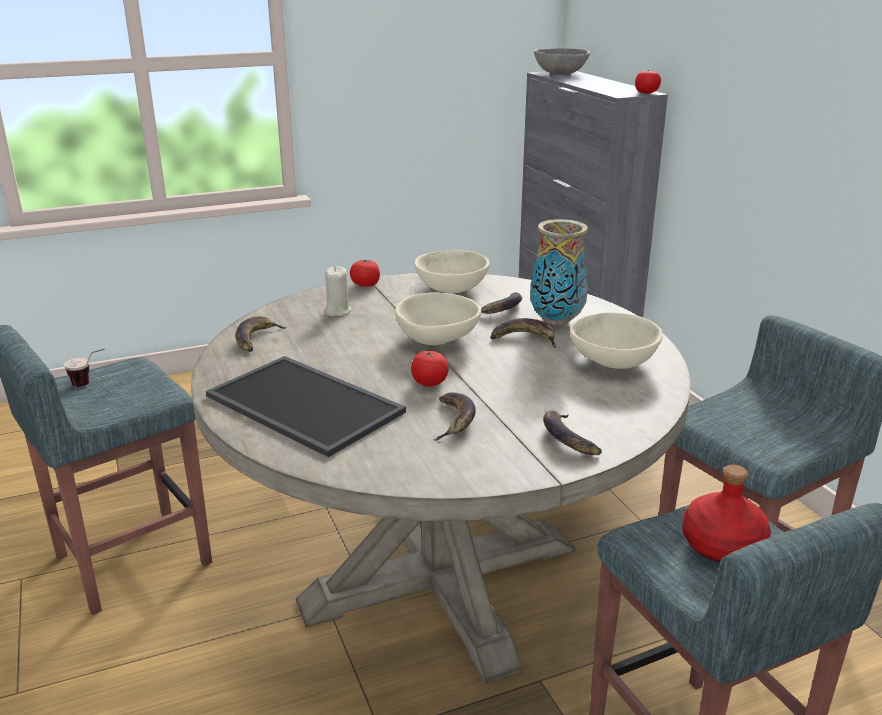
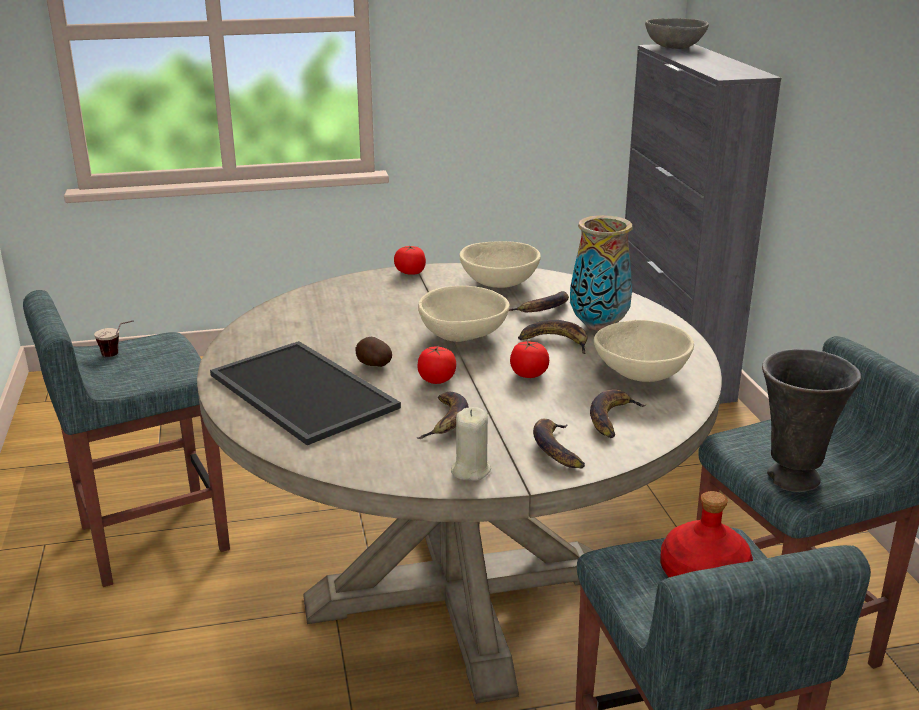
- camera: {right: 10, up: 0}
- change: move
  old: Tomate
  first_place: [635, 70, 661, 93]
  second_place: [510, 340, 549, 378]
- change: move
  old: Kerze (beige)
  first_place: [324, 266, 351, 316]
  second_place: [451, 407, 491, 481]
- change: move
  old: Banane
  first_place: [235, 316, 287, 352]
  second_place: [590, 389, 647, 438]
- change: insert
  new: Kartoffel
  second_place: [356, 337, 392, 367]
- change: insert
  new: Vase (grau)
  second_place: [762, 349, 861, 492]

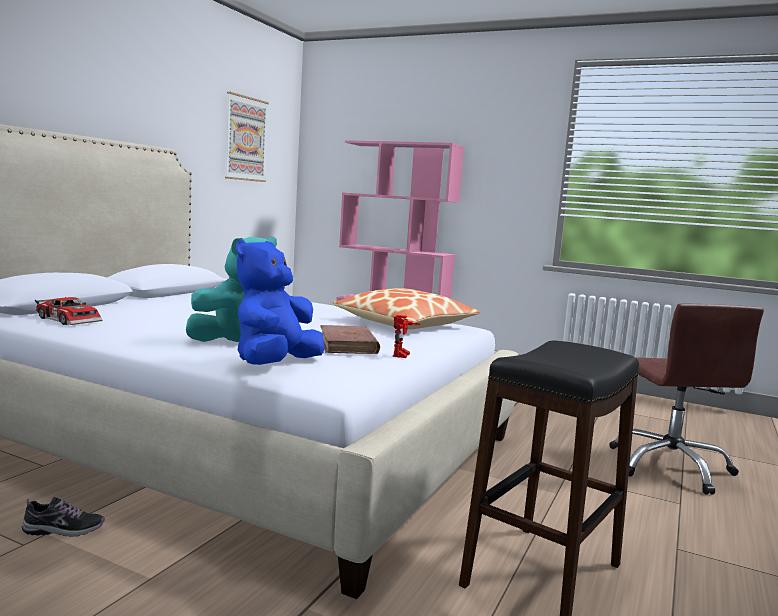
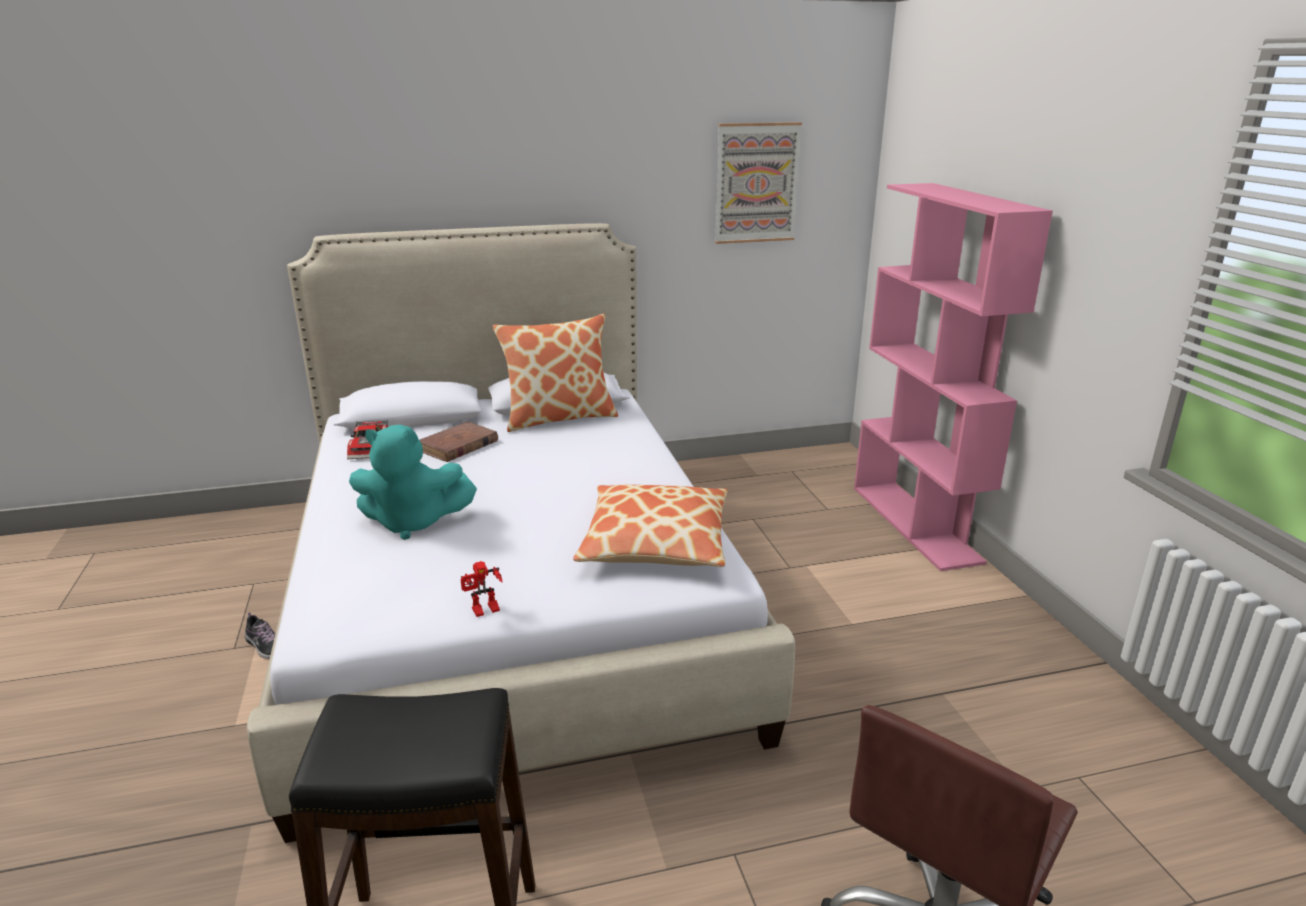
- camera: {right: 50, up: 15}
- change: delete
  old: Plüschtier (blau)
  first_place: [236, 239, 324, 365]
- change: move
  old: Buch (braun)
  first_place: [320, 325, 380, 354]
  second_place: [420, 421, 498, 462]
- change: insert
  new: Kissen
  second_place: [493, 314, 618, 432]

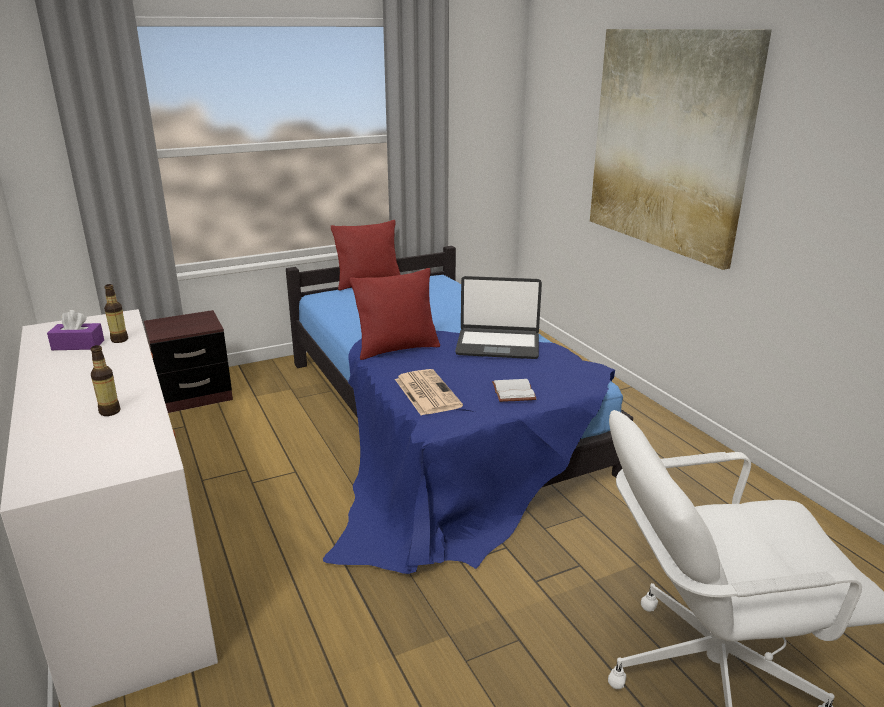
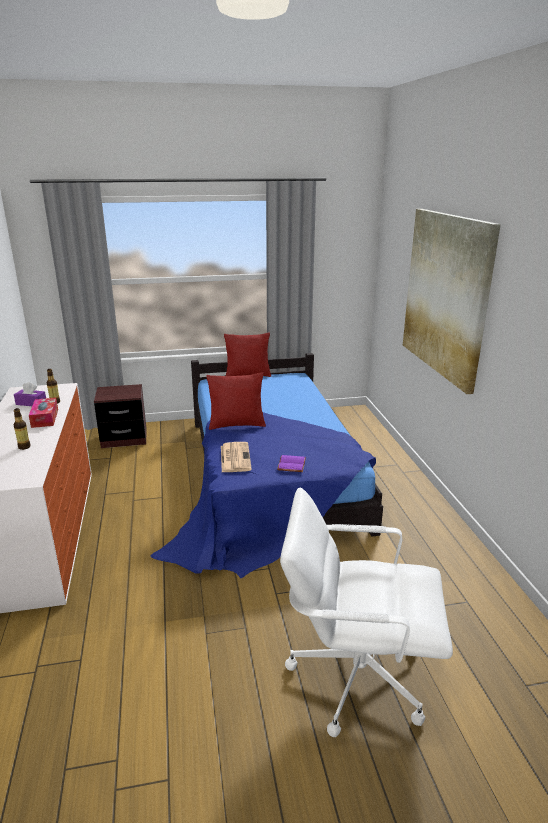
- camera: {right: 15, up: 0}
- change: delete
  old: Laptop
  first_place: [455, 276, 542, 359]
- change: recolor
  old: Buch (weiß)
  new: Buch (lila)
  first_place: [492, 379, 536, 402]
  second_place: [277, 455, 306, 472]
- change: insert
  new: Taschentuchbox
  second_place: [29, 398, 58, 428]

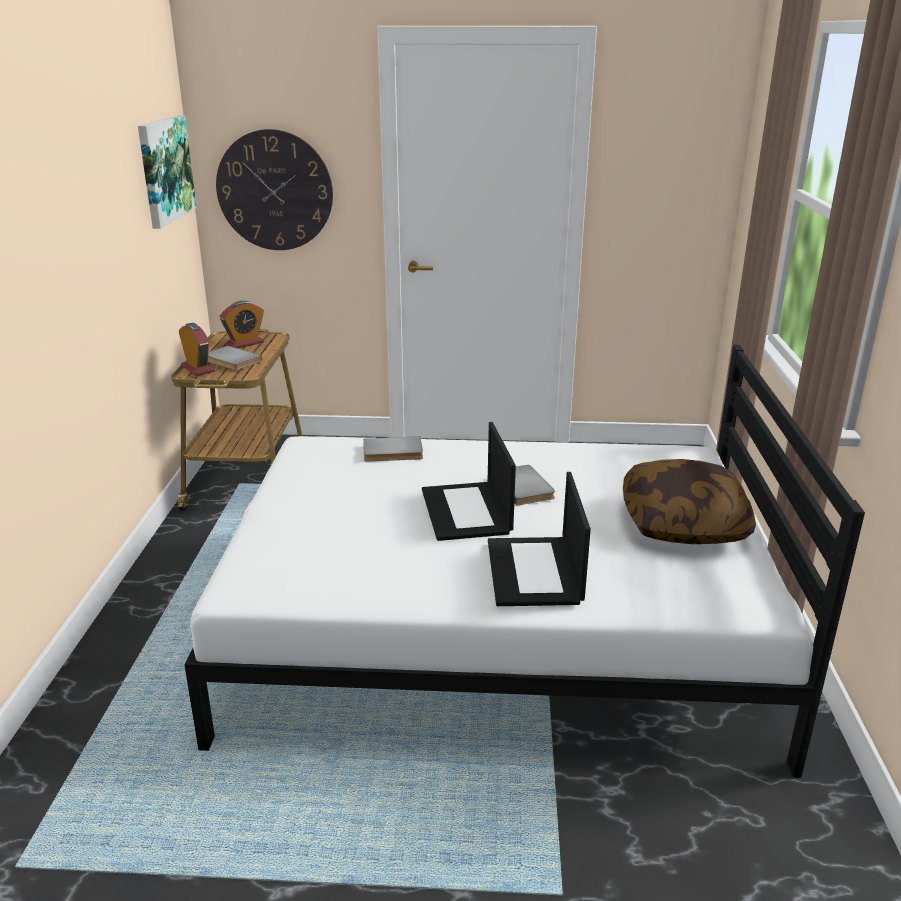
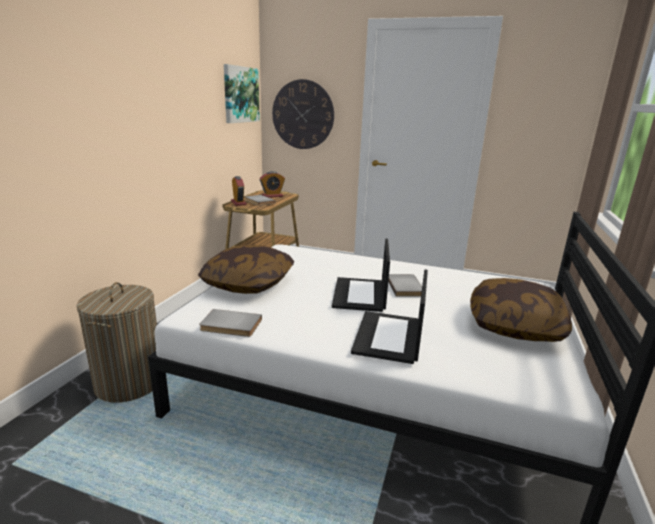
- camera: {right: 15, up: -5}
- change: move
  old: Buch (grau)
  first_place: [363, 436, 423, 461]
  second_place: [199, 309, 262, 337]
- change: insert
  new: Kissen
  second_place: [198, 245, 294, 294]
- change: insert
  new: Wäschekorb
  second_place: [76, 282, 157, 402]

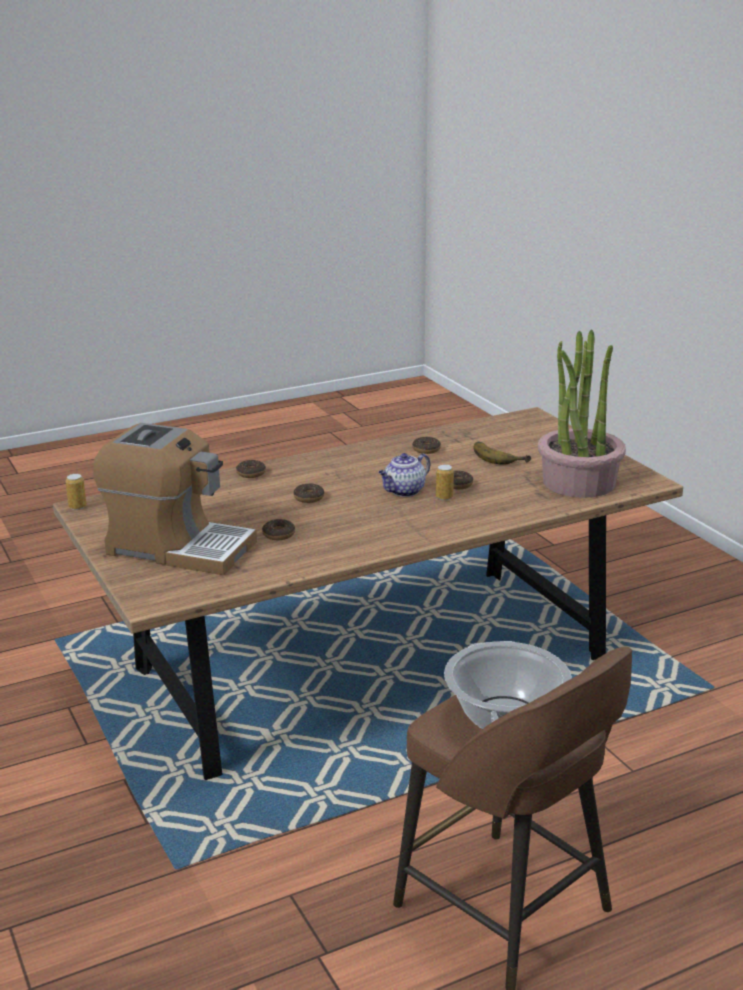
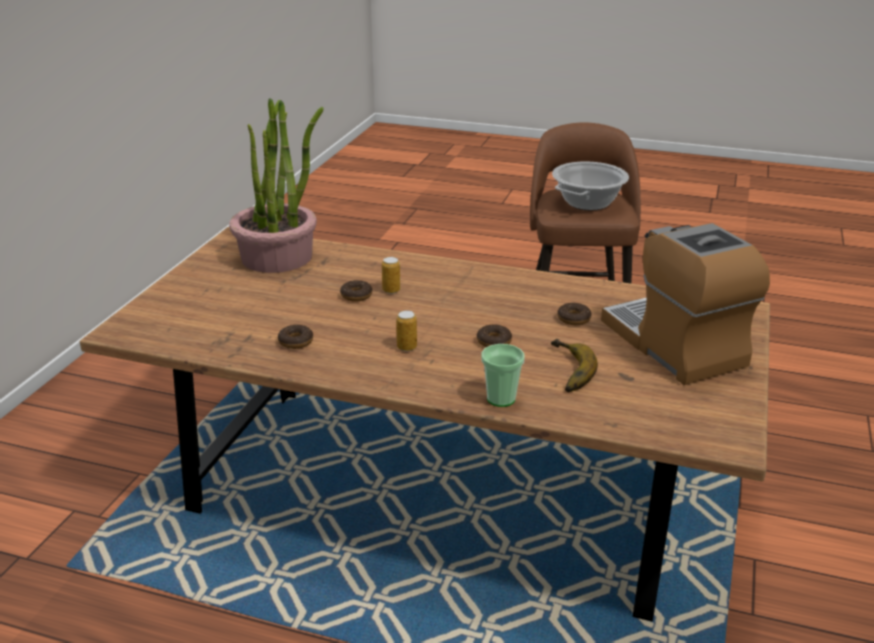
- camera: {right: -135, up: 5}
- change: move
  old: Banane
  first_place: [474, 442, 531, 465]
  second_place: [551, 339, 598, 392]
- change: delete
  old: Teekanne
  first_place: [378, 453, 430, 497]
- change: replace
  old: Donut
  new: Tasse
  first_place: [236, 460, 266, 478]
  second_place: [482, 344, 525, 407]
- change: move
  old: Dose
  first_place: [65, 474, 87, 510]
  second_place: [396, 310, 417, 351]

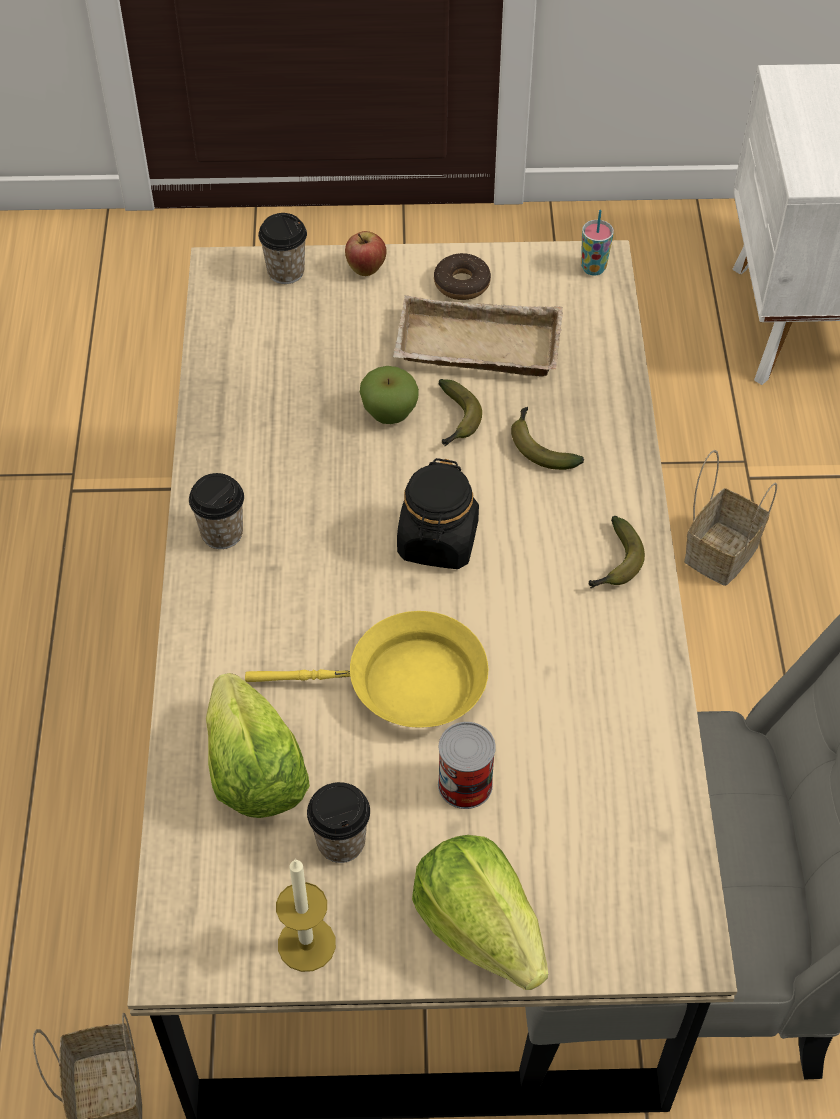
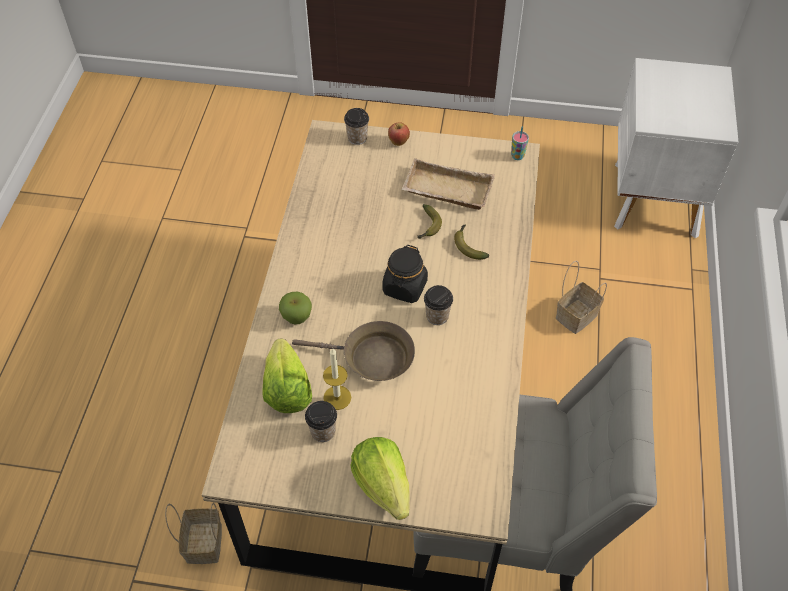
- camera: {right: 10, up: 0}
- change: delete
  old: Donut
  first_place: [434, 253, 491, 300]
- change: move
  old: Apfel
  first_place: [360, 366, 419, 424]
  second_place: [279, 292, 312, 324]
- change: move
  old: Tasse
  first_place: [189, 473, 244, 549]
  second_place: [424, 285, 453, 325]
- change: delete
  old: Banane
  first_place: [588, 516, 645, 588]
- change: recolor
  old: Pfanne (gelb)
  new: Pfanne (braun)
  first_place: [245, 611, 488, 728]
  second_place: [292, 321, 415, 381]
- change: delete
  old: Dose
  first_place: [438, 722, 496, 809]
- change: move
  old: Kerze
  first_place: [276, 859, 336, 972]
  second_place: [323, 348, 351, 410]

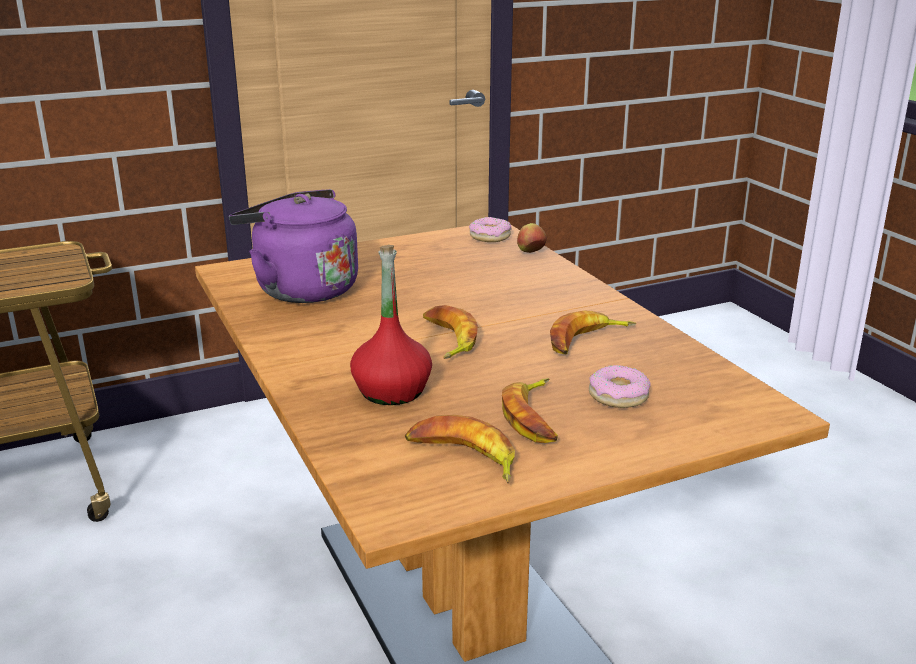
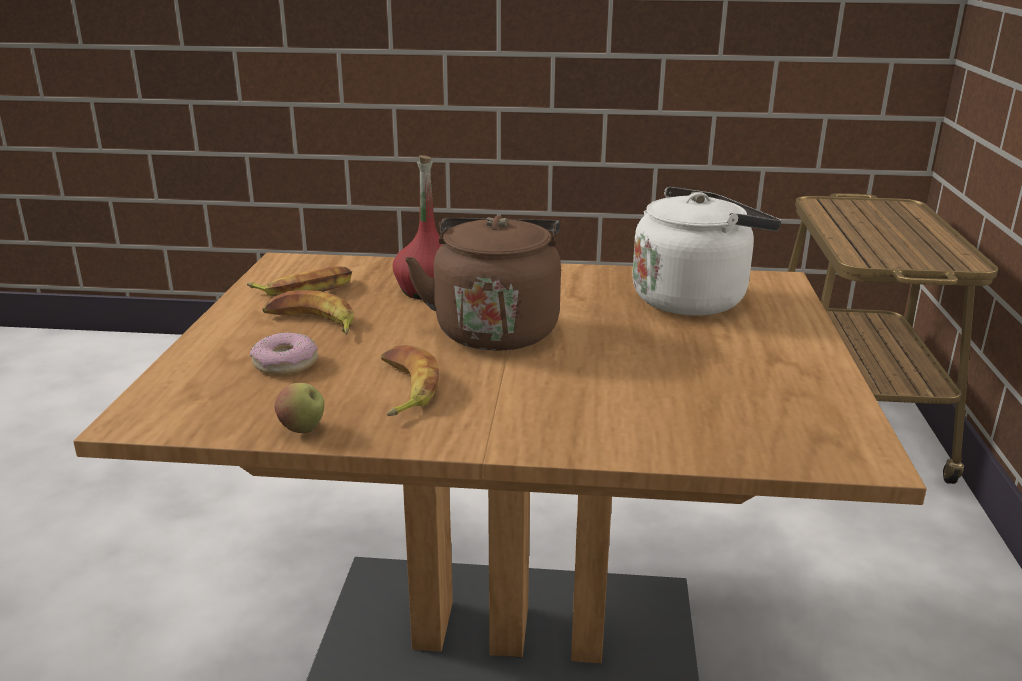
- camera: {right: 120, up: 0}
- change: recolor
  old: Wasserkessel (lila)
  new: Wasserkessel (weiß)
  first_place: [229, 189, 358, 303]
  second_place: [632, 187, 781, 316]
- change: delete
  old: Donut
  first_place: [469, 217, 512, 242]
- change: move
  old: Apfel
  first_place: [517, 223, 547, 253]
  second_place: [275, 383, 324, 433]
- change: replace
  old: Banane
  new: Wasserkessel (braun)
  first_place: [423, 305, 478, 359]
  second_place: [405, 215, 561, 351]

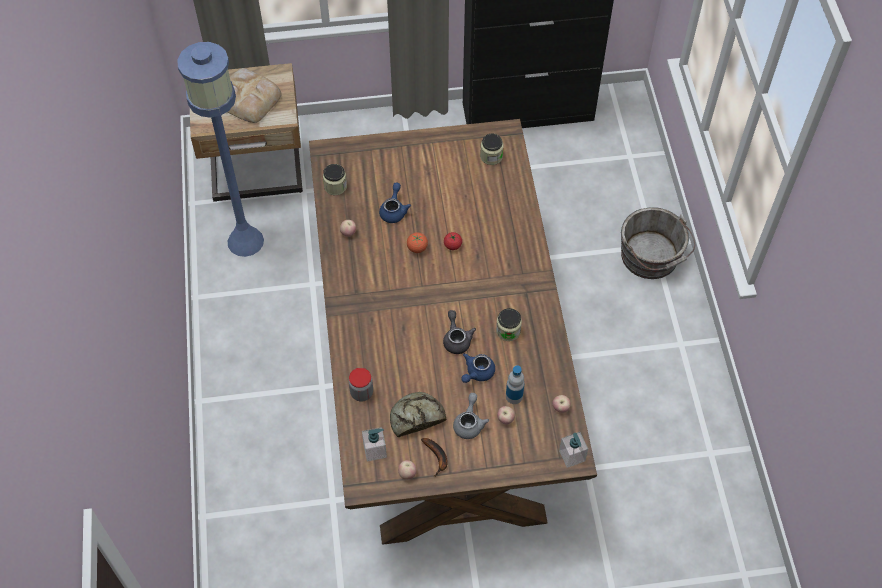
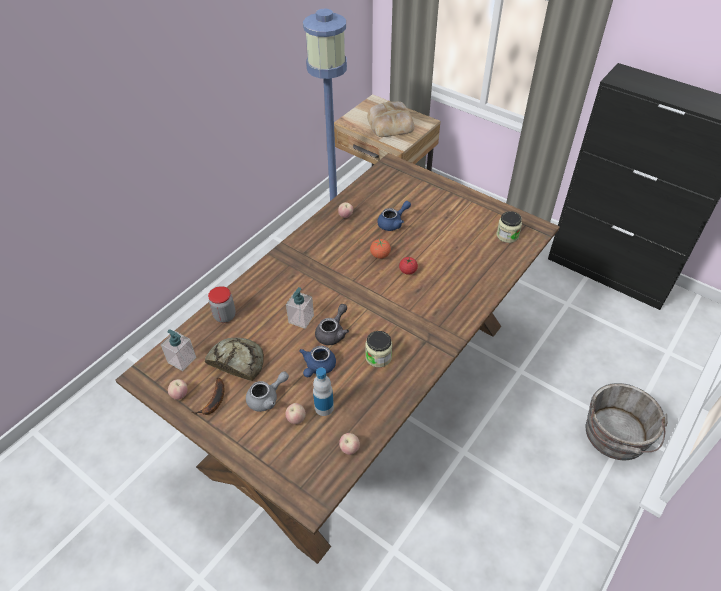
- camera: {right: 45, up: -10}
- change: delete
  old: Vorratsglas
  first_place: [323, 164, 347, 195]
- change: rotate
  old: Teekanne (blau)
  first_place: [461, 353, 495, 383]
  second_place: [299, 346, 336, 377]
  degrees: -60
- change: move
  old: Seifenspender
  first_place: [559, 432, 588, 468]
  second_place: [286, 287, 314, 329]

